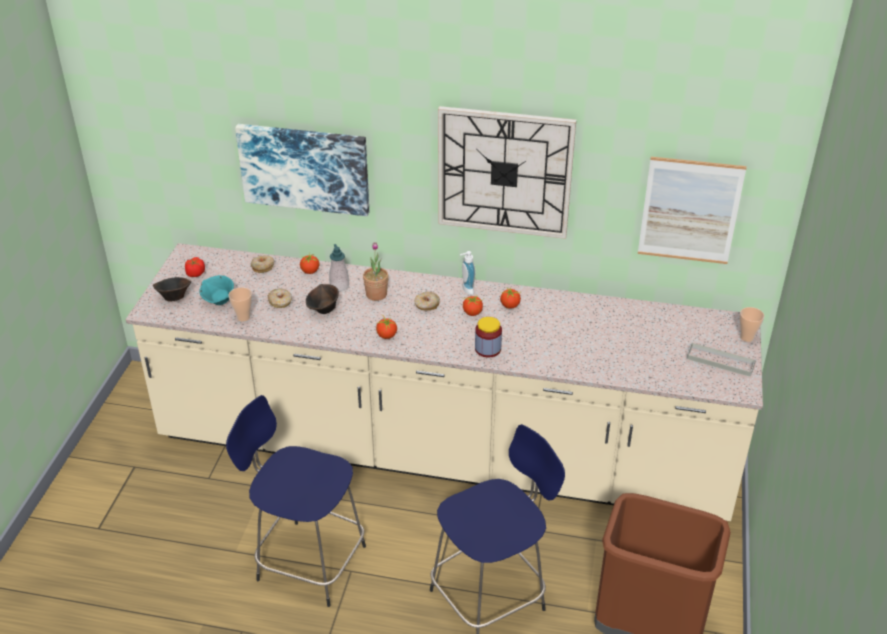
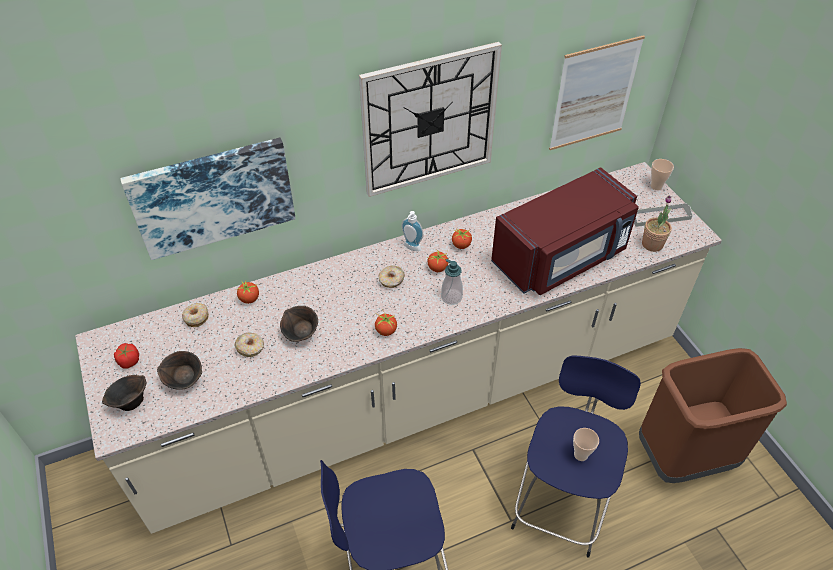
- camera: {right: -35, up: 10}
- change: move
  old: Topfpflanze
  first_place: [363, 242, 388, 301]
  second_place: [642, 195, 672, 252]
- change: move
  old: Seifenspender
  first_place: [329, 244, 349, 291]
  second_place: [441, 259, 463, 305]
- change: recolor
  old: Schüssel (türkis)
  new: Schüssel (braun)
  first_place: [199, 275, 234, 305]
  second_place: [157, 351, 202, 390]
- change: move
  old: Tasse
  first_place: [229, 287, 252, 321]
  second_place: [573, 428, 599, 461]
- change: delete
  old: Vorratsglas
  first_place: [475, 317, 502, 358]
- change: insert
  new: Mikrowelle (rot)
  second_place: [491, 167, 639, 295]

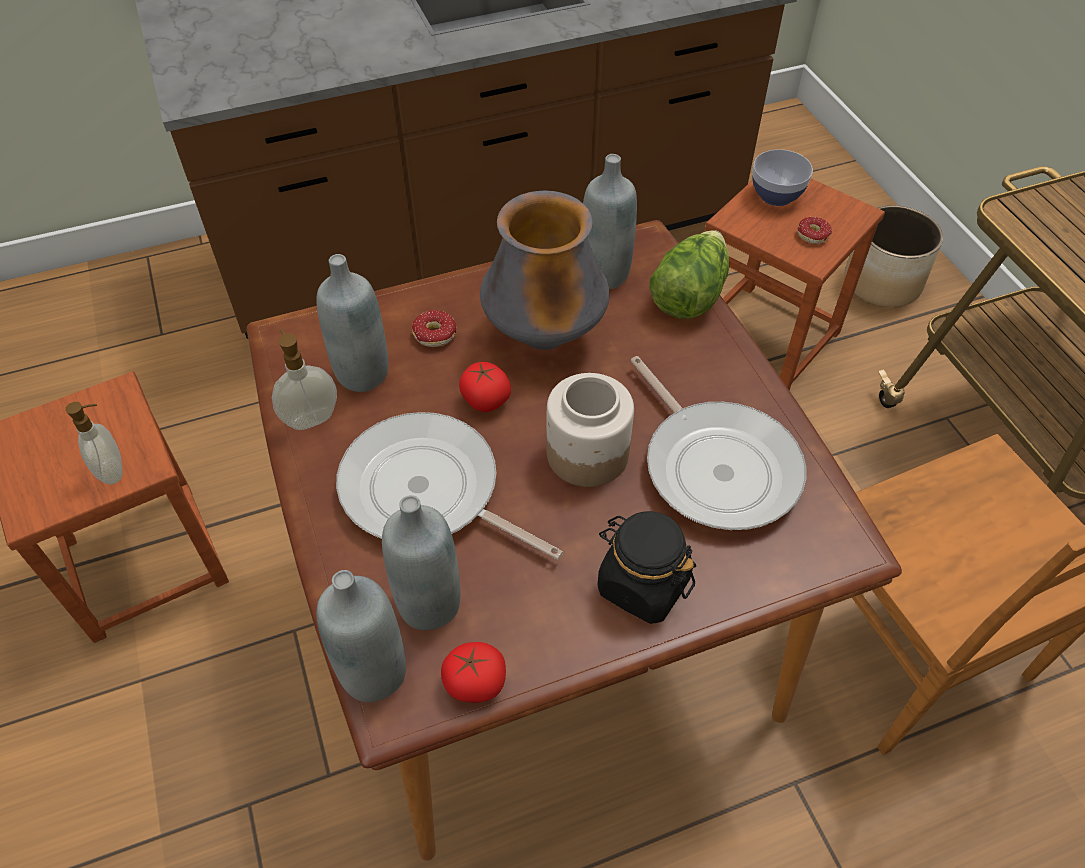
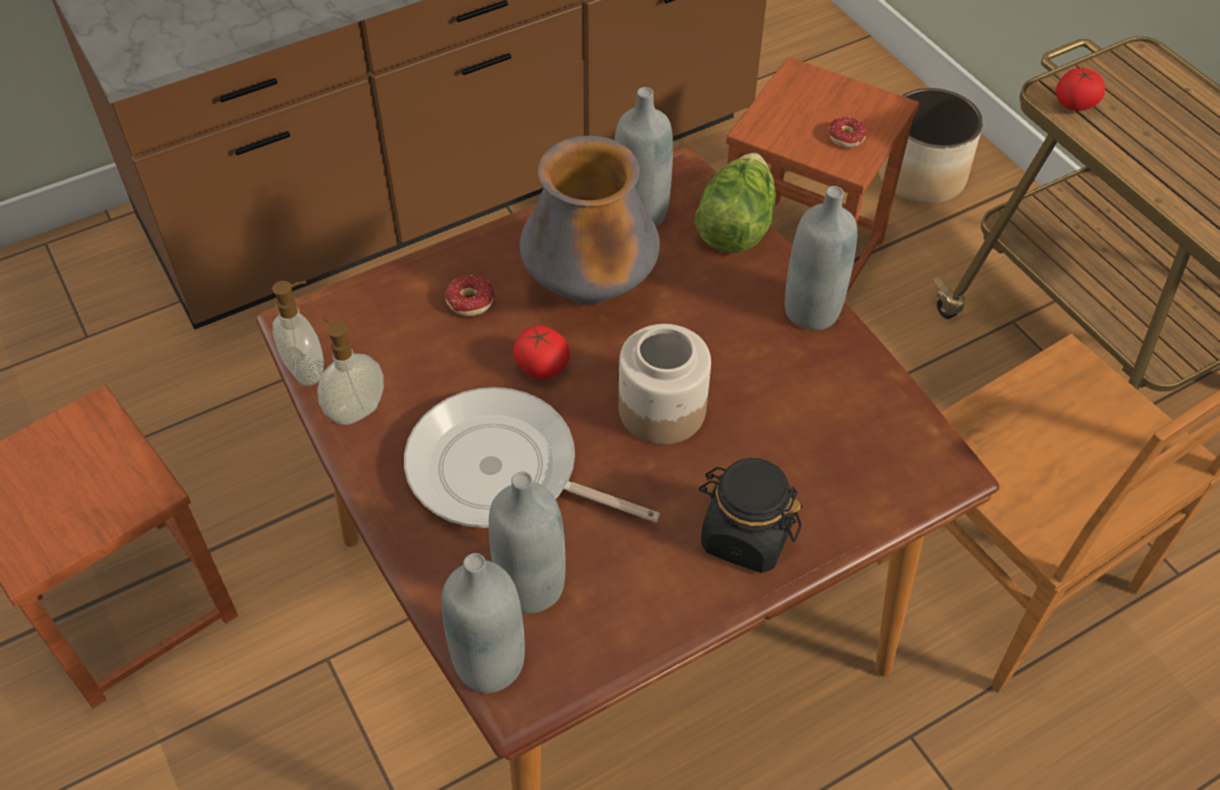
- camera: {right: -10, up: 0}
- change: delete
  old: Schüssel
  first_place: [752, 149, 813, 206]
- change: move
  old: Flasche (grau)
  first_place: [316, 254, 388, 392]
  second_place: [785, 186, 857, 330]
- change: delete
  old: Pfanne
  first_place: [631, 356, 806, 530]
- change: move
  old: Seifenspender
  first_place: [65, 402, 123, 485]
  second_place: [272, 281, 324, 386]
- change: move
  old: Tomate
  first_place: [441, 642, 506, 703]
  second_place: [1056, 68, 1105, 111]

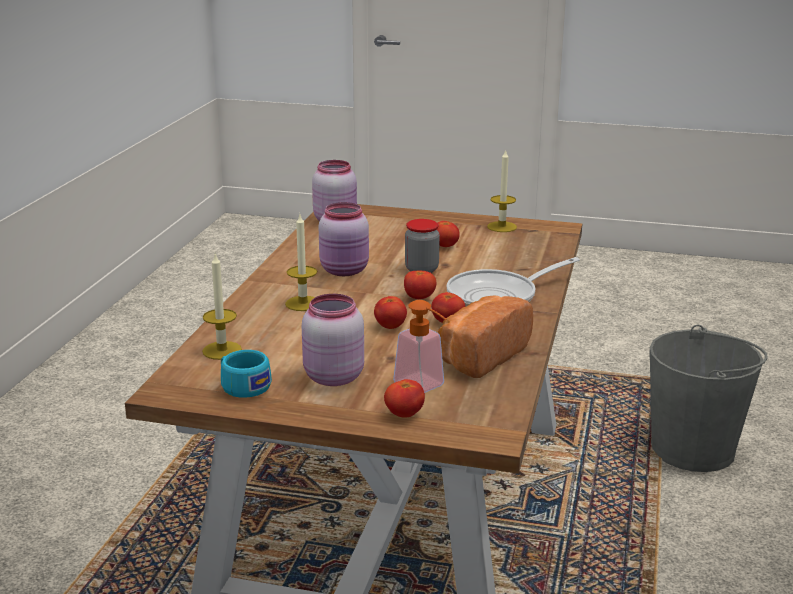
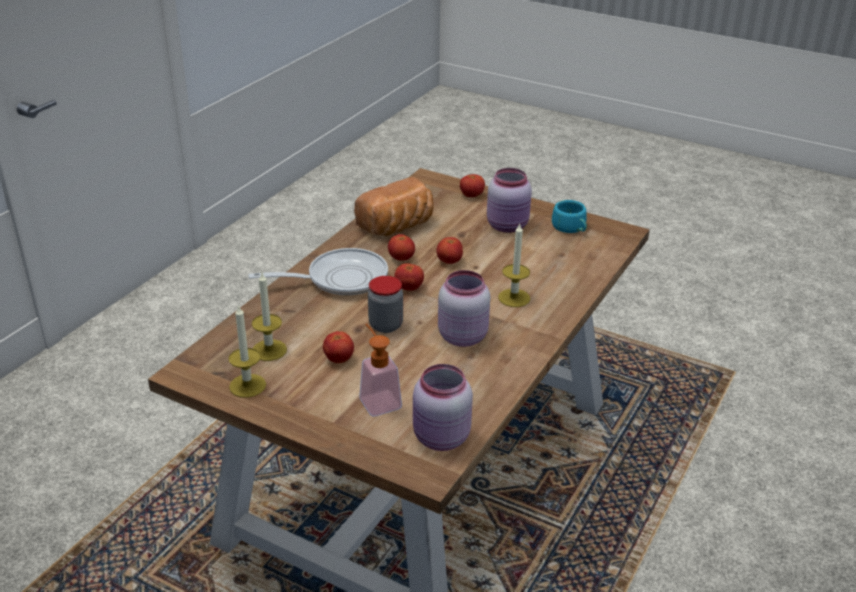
- camera: {right: -165, up: 10}
- change: move
  old: Kerze
  first_place: [202, 253, 242, 360]
  second_place: [252, 273, 287, 361]
- change: move
  old: Seifenspender
  first_place: [393, 300, 447, 393]
  second_place: [359, 324, 402, 416]
- change: delete
  old: Eimer (grau)
  first_place: [650, 324, 768, 472]

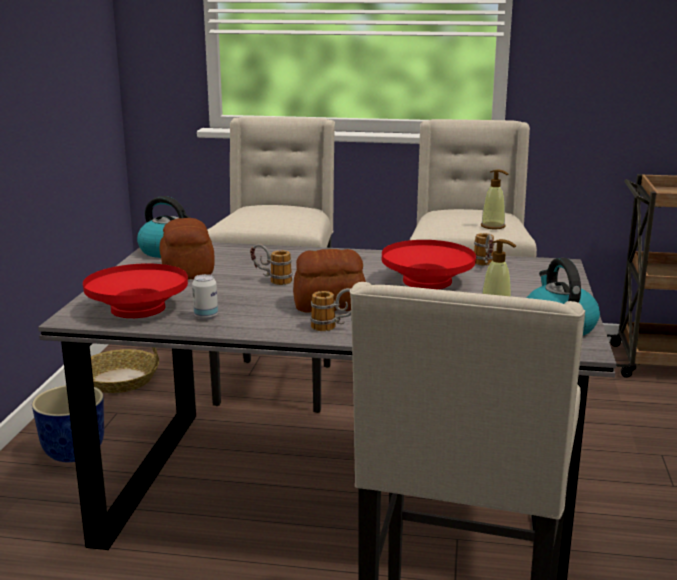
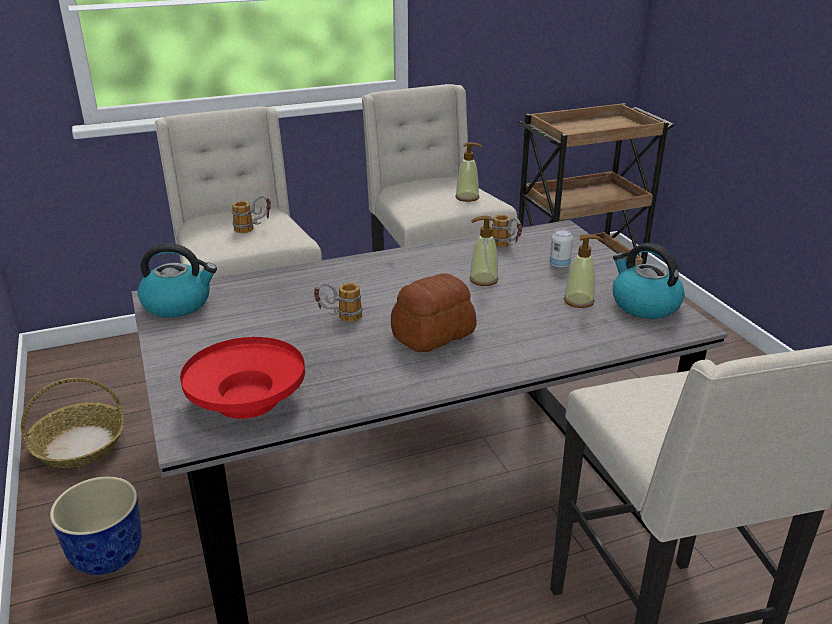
- camera: {right: -30, up: 10}
- change: delete
  old: Brot
  first_place: [160, 218, 215, 279]
- change: replace
  old: Schüssel (rot)
  new: Seifenspender
  first_place: [382, 240, 476, 289]
  second_place: [469, 216, 499, 286]
- change: move
  old: Dose
  first_place: [192, 274, 218, 320]
  second_place: [550, 229, 573, 269]
- change: move
  old: Henkelbecher
  first_place: [310, 288, 351, 331]
  second_place: [232, 195, 271, 233]

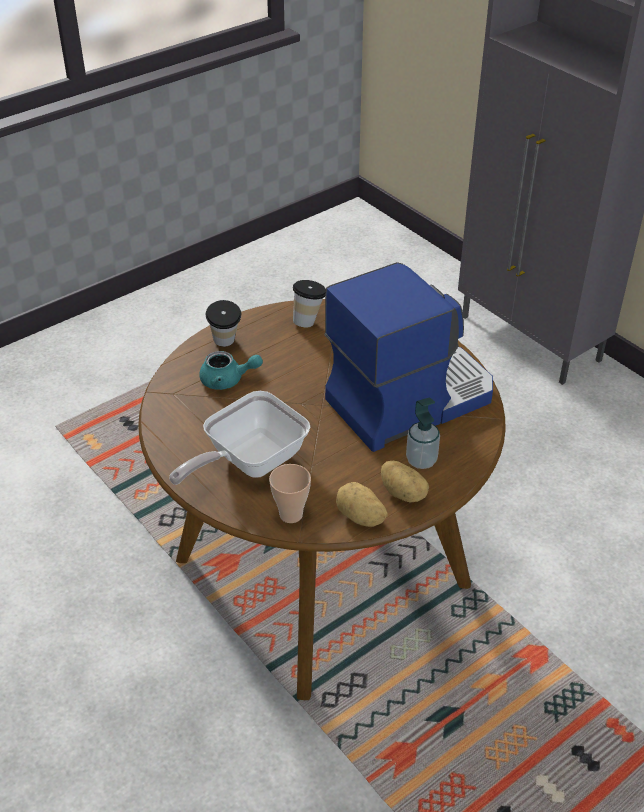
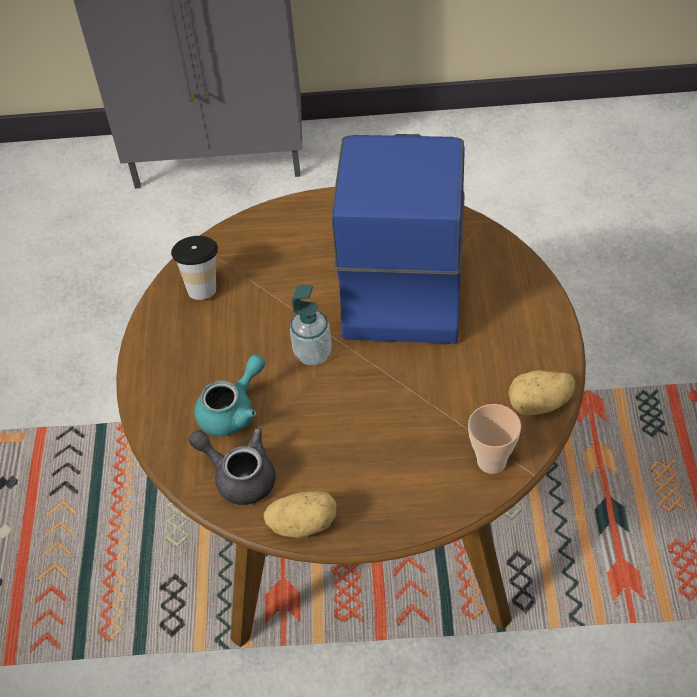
- camera: {right: -50, up: 10}
- change: delete
  old: Tasse
  first_place: [206, 300, 241, 347]
- change: delete
  old: Pfanne
  first_place: [169, 391, 310, 485]
- change: move
  old: Seifenspender
  first_place: [406, 398, 440, 469]
  second_place: [290, 285, 331, 365]
- change: move
  old: Kartoffel
  first_place: [381, 461, 429, 503]
  second_place: [263, 491, 336, 538]
- change: insert
  new: Teekanne (grau)
  second_place: [188, 428, 275, 505]

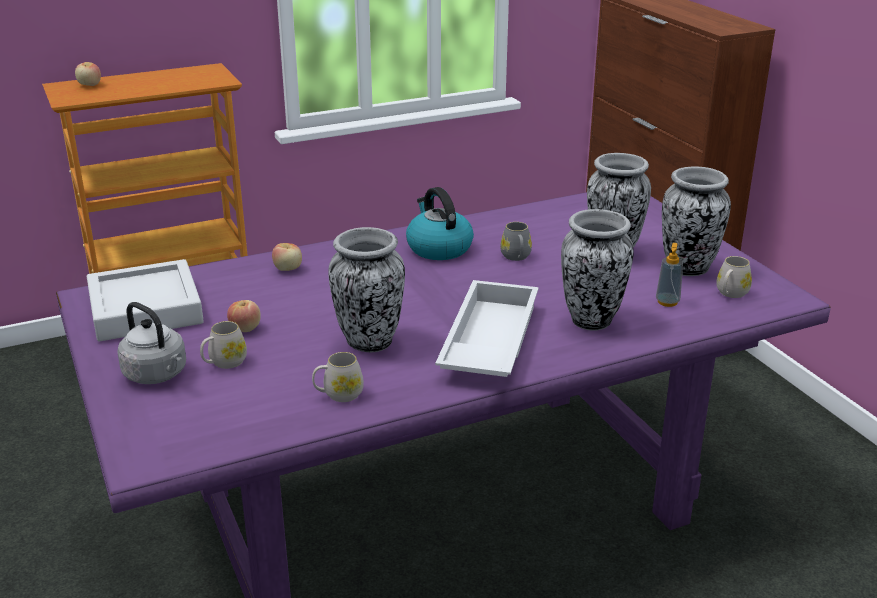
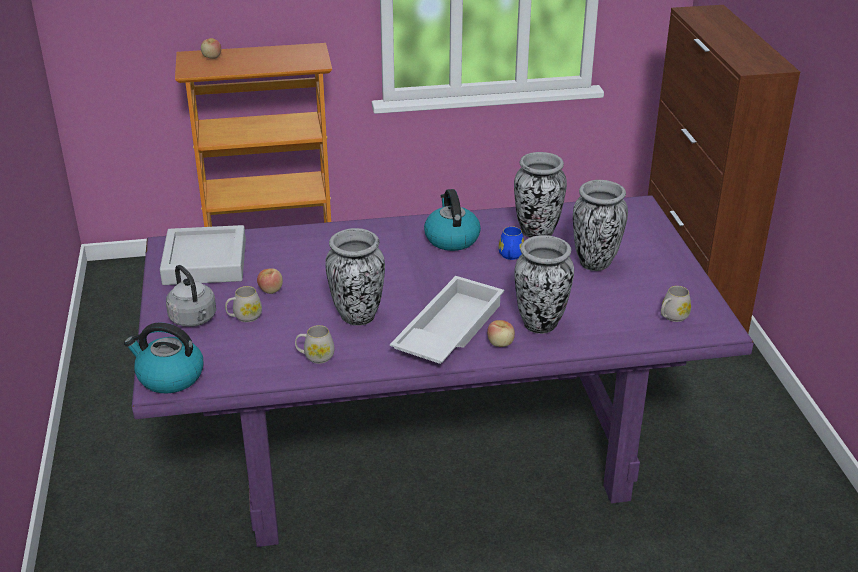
- camera: {right: 15, up: 5}
- change: move
  old: Vase
  first_place: [662, 166, 731, 276]
  second_place: [514, 152, 567, 238]
- change: recolor
  old: Henkelbecher (grau)
  new: Henkelbecher (blau)
  first_place: [500, 222, 532, 261]
  second_place: [498, 226, 524, 260]
- change: move
  old: Apfel
  first_place: [272, 243, 302, 271]
  second_place: [487, 320, 515, 347]
- change: delete
  old: Seifenspender
  first_place: [656, 243, 683, 307]
- change: insert
  new: Wasserkessel
  second_place: [124, 322, 204, 394]

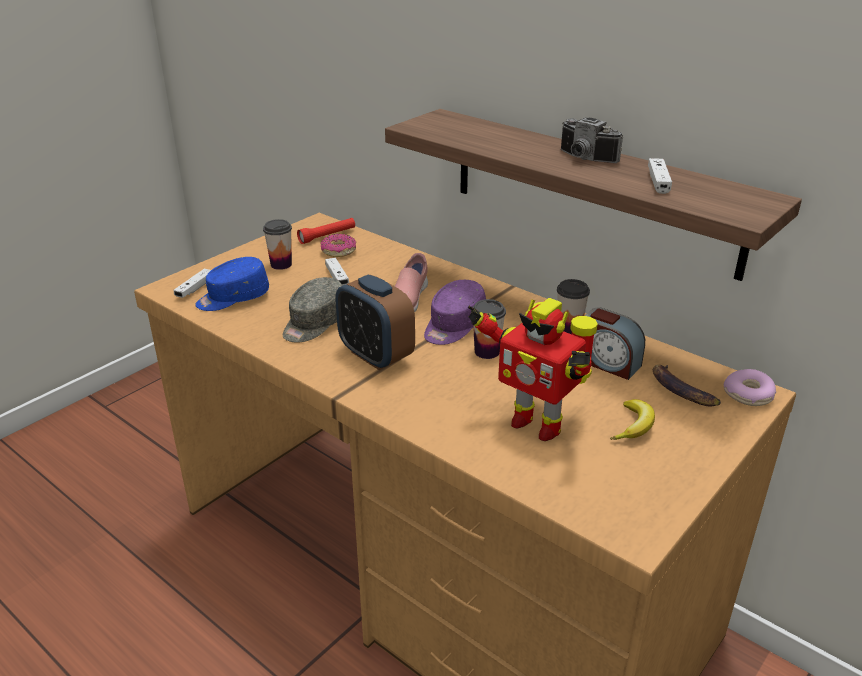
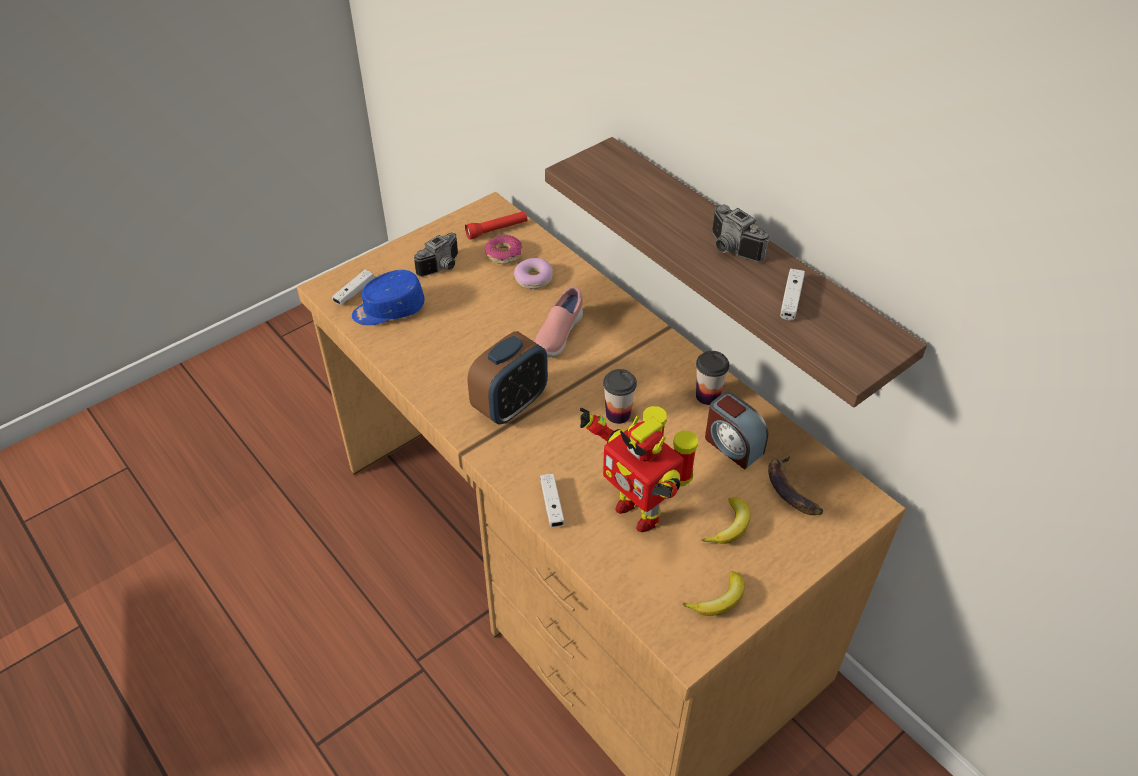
- camera: {right: 10, up: 15}
- change: replace
  old: Tasse
  new: Kamera
  first_place: [263, 219, 292, 270]
  second_place: [414, 233, 458, 277]
- change: move
  old: Gamepad (weiß)
  first_place: [325, 258, 349, 285]
  second_place: [540, 474, 565, 527]
- change: rotate
  old: Wecker
  first_place: [336, 275, 415, 370]
  second_place: [467, 331, 548, 425]
  degrees: -105
- change: delete
  old: Kappe (grau)
  first_place: [283, 277, 342, 343]
- change: delete
  old: Kappe (lila)
  first_place: [424, 280, 486, 345]
- change: move
  old: Donut
  first_place: [724, 369, 776, 406]
  second_place: [514, 258, 553, 289]
- change: insert
  new: Banane
  second_place: [682, 571, 745, 616]

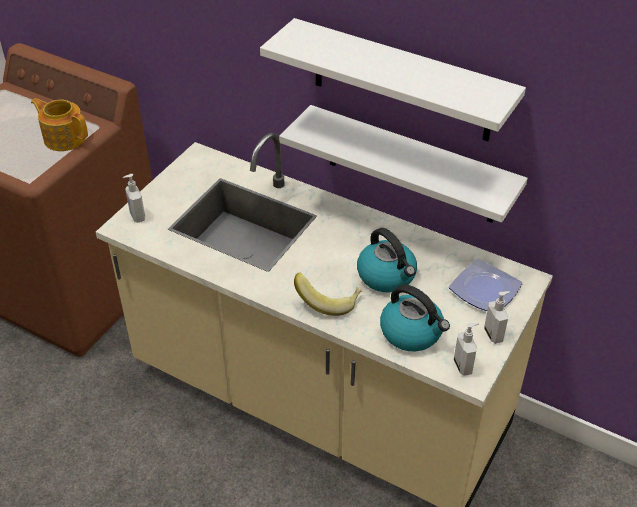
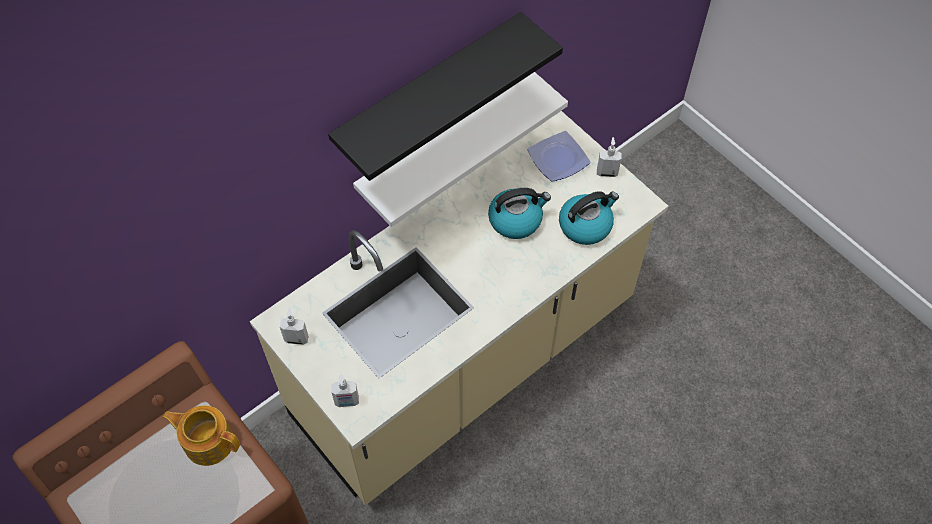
- camera: {right: -70, up: 15}
- change: recolor
  old: Wandregal (weiß)
  new: Wandregal (schwarz)
  first_place: [260, 18, 526, 141]
  second_place: [328, 12, 563, 181]
- change: rotate
  old: Teekanne
  first_place: [31, 98, 88, 151]
  second_place: [163, 405, 240, 466]
  degrees: 60
- change: delete
  old: Banane
  first_place: [294, 272, 362, 316]
- change: move
  old: Seifenspender
  first_place: [454, 323, 479, 376]
  second_place: [280, 307, 309, 345]

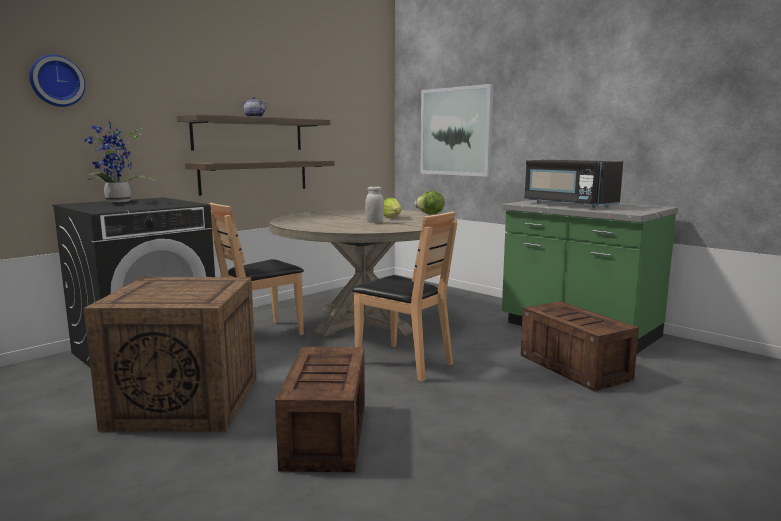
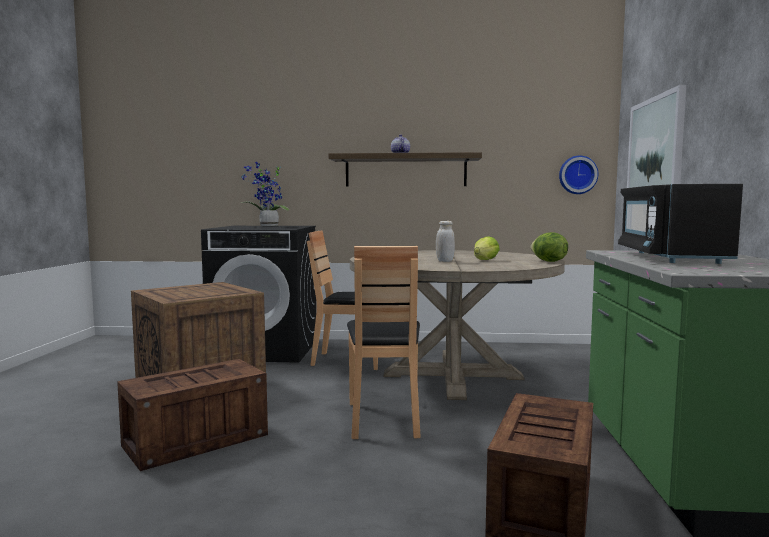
- camera: {right: 50, up: -5}
- change: move
  old: Wanduhr
  first_place: [29, 54, 85, 107]
  second_place: [559, 155, 598, 194]
- change: delete
  old: Wandregal
  first_place: [185, 160, 335, 196]

